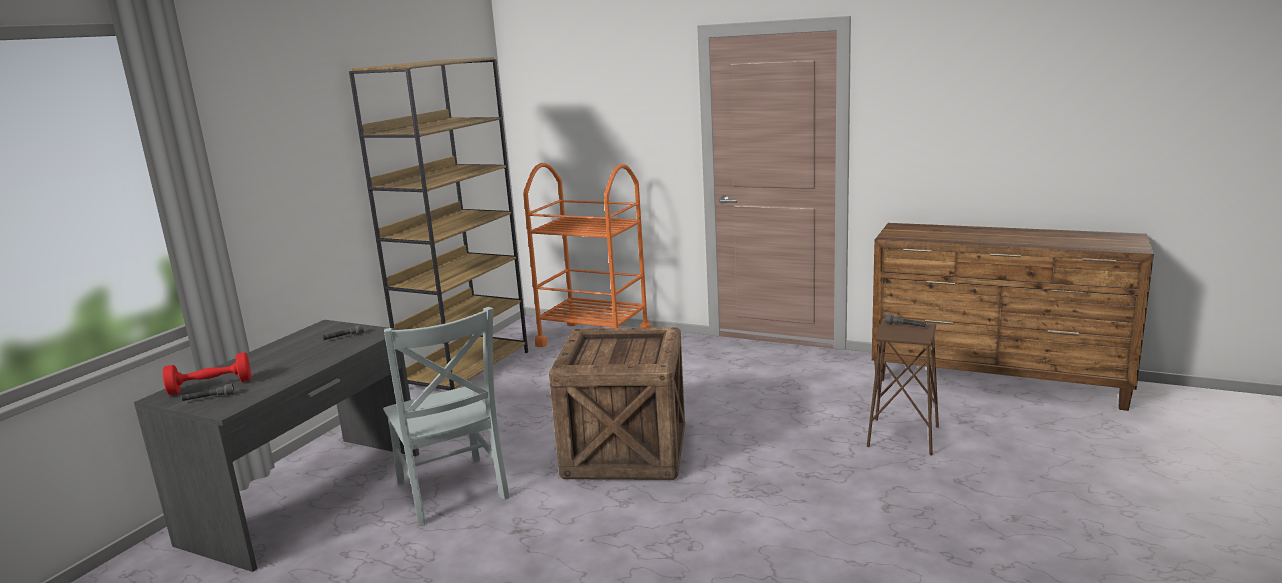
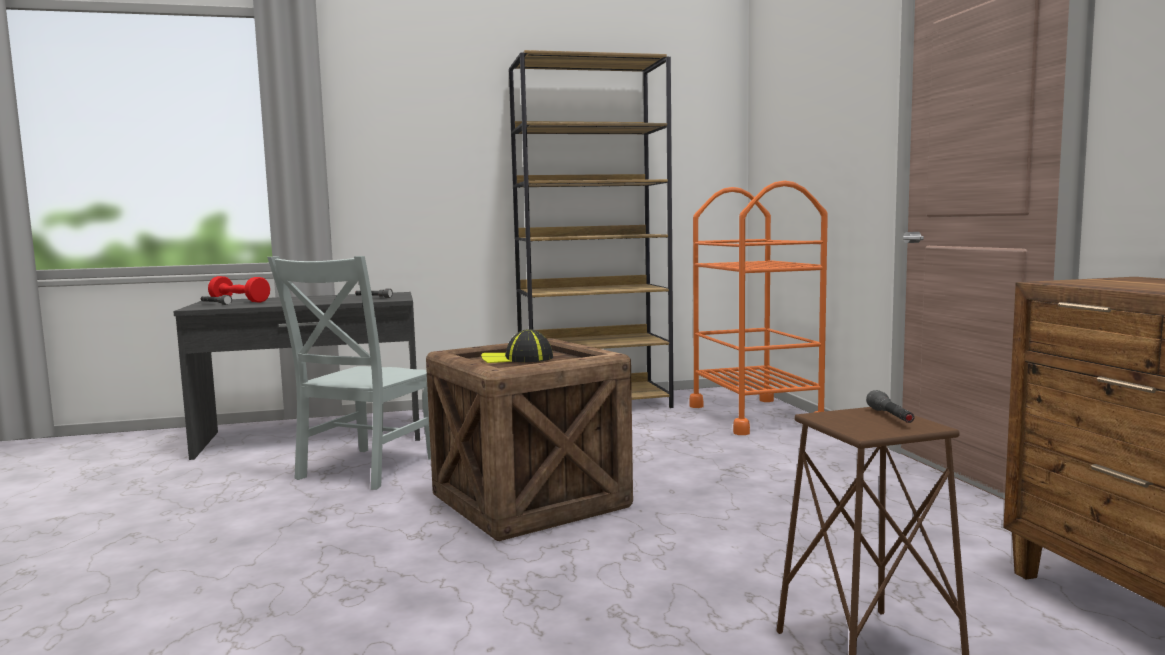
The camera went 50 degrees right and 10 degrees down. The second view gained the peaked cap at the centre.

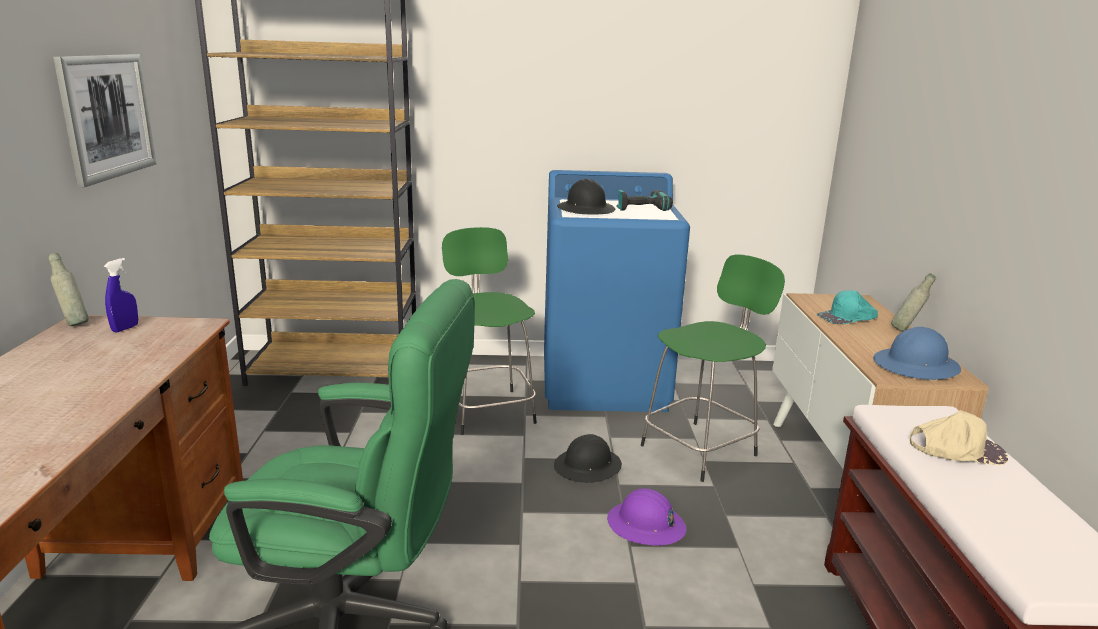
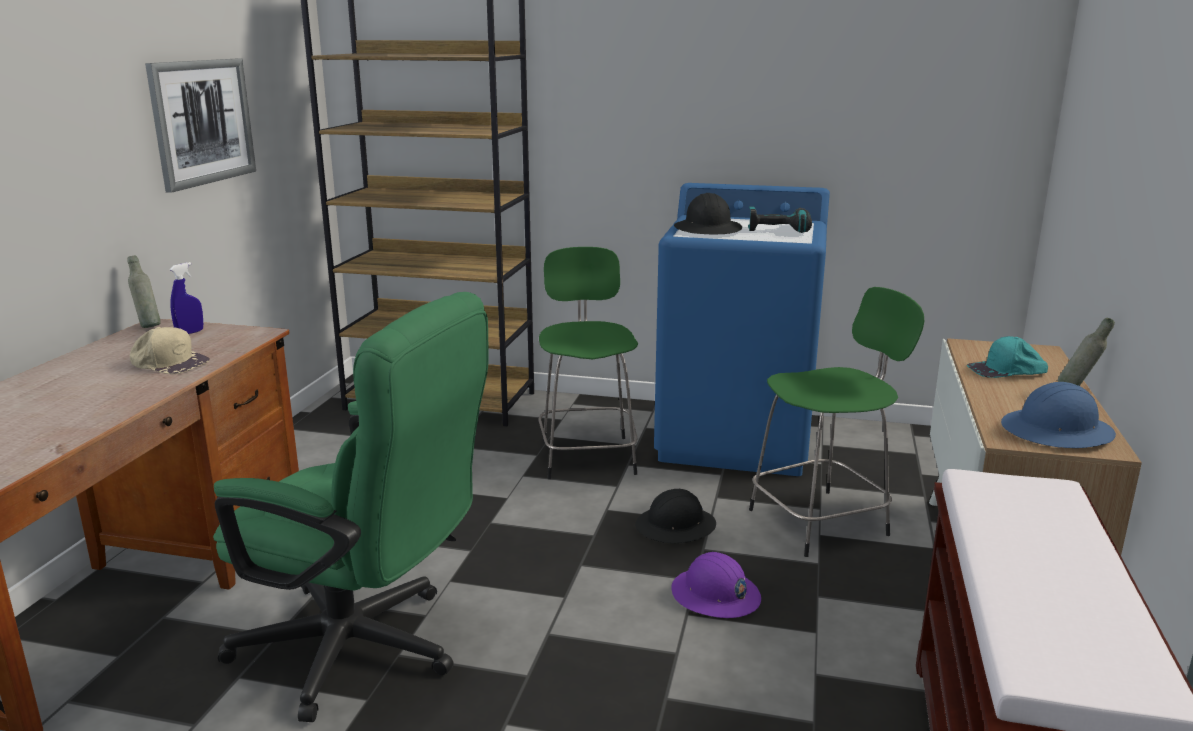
The camera went 15 degrees right and 0 degrees up. The peaked cap (beige-coloured) ended up elsewhere, having gone from the bottom right to the middle left.

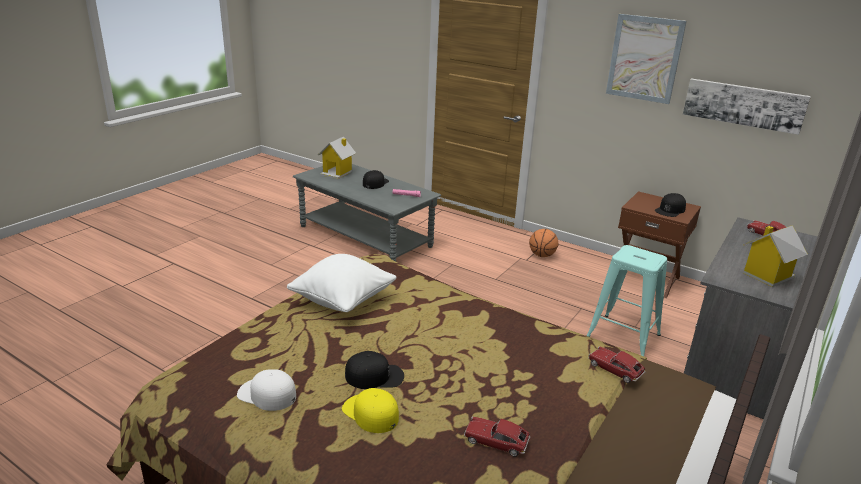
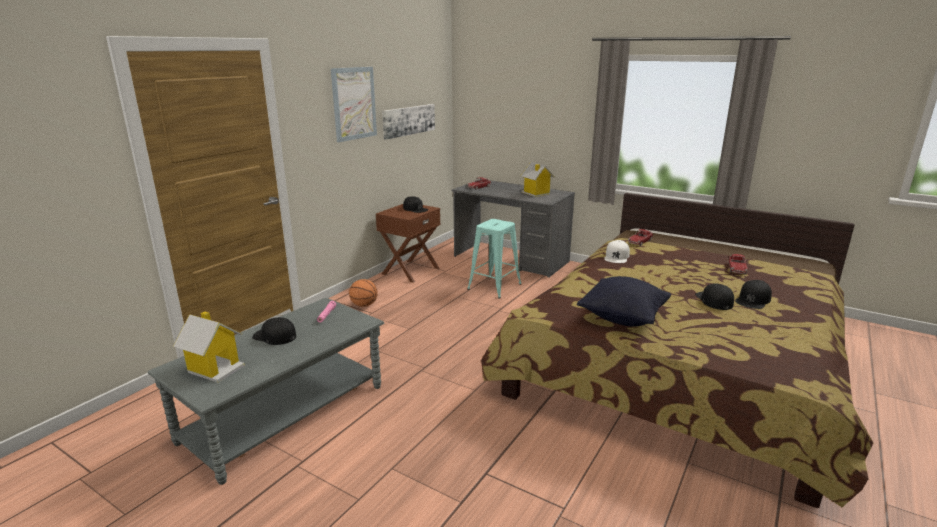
The camera went 90 degrees left and 5 degrees down. What was the cushion (whitish) at the centre turned into the cushion (black-coloured) at the centre. The peaked cap (whitish) ended up elsewhere, having gone from the bottom left to the centre. What was the peaked cap (yellowish) at the bottom centre turned into the peaked cap (black-coloured) (no. 4 from left) at the middle right.

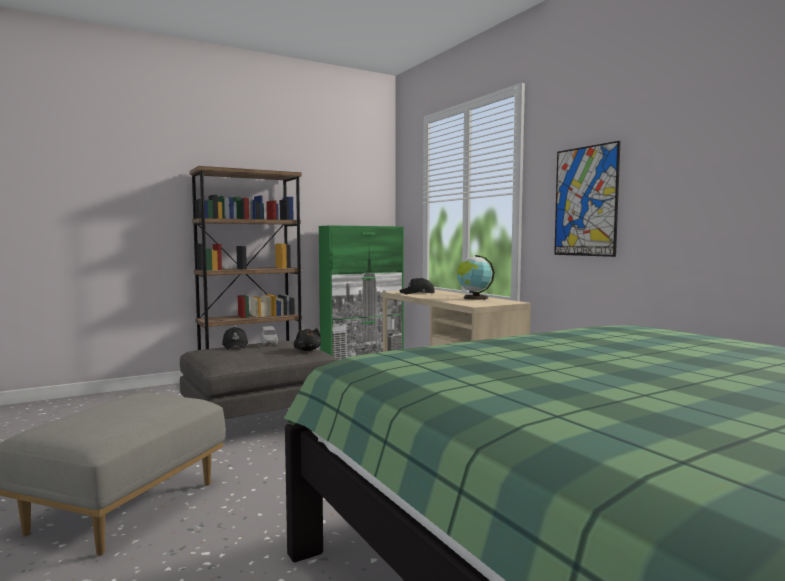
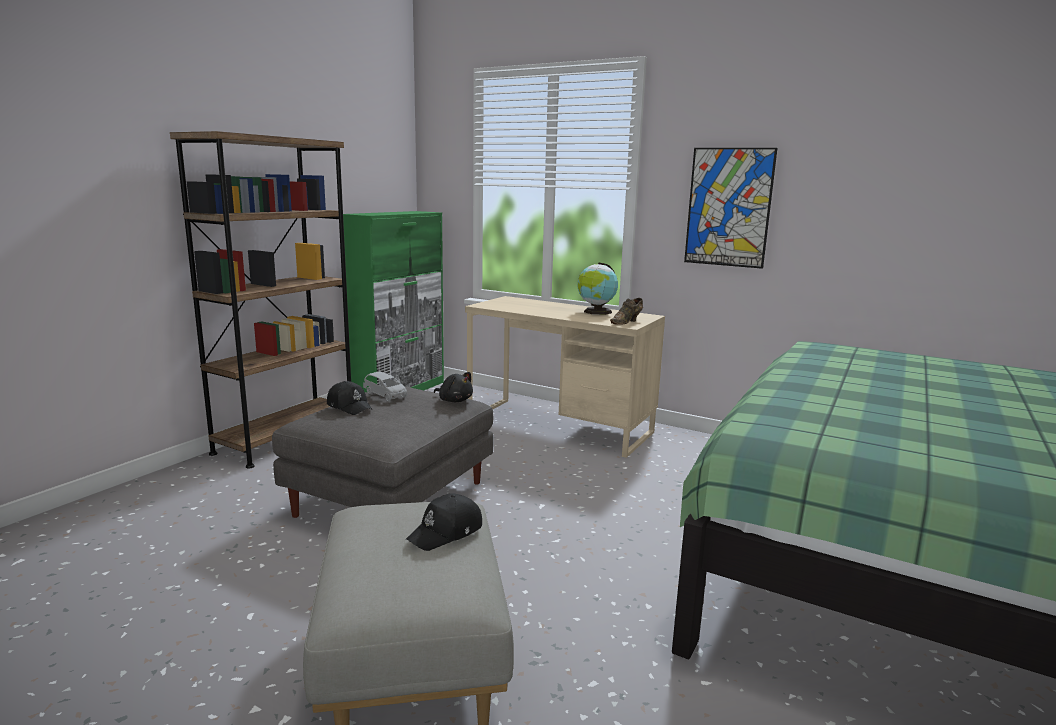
The camera went 30 degrees left and 10 degrees up. The peaked cap (black-coloured) (no. 2 from left) ended up elsewhere, having gone from the centre to the bottom centre. The second view gained the shoe (brown) at the centre.

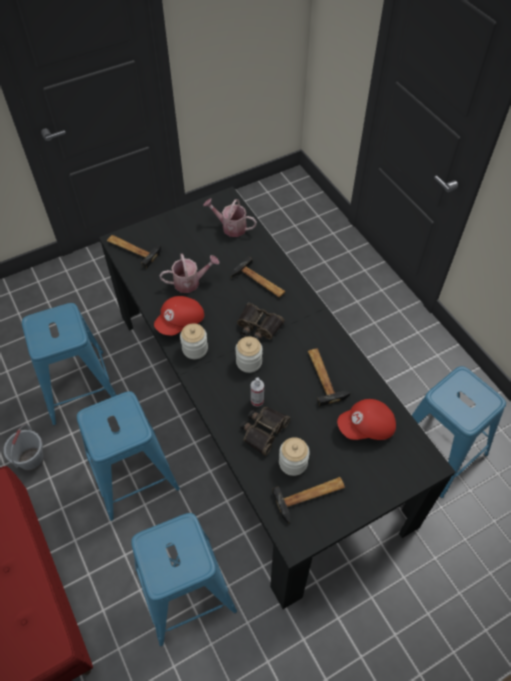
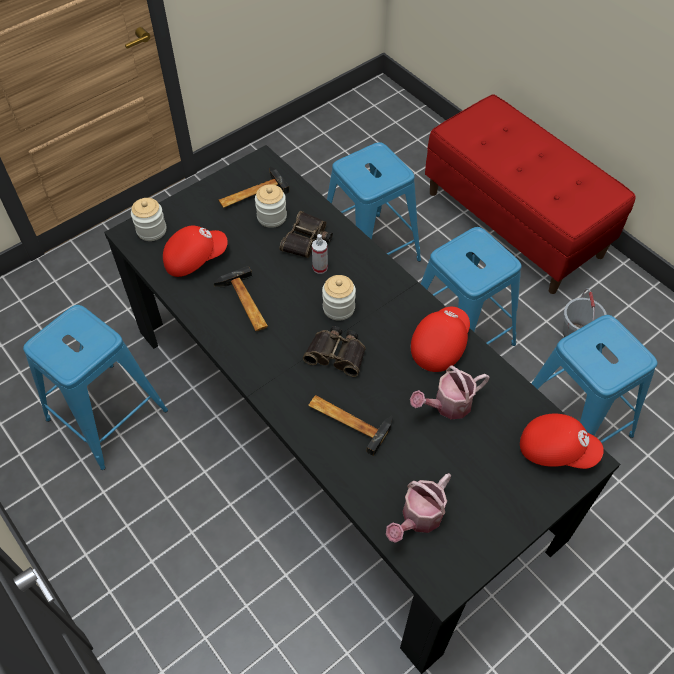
The camera went 170 degrees right and 0 degrees up. The preserve jar (no. 1 from left) ended up elsewhere, having gone from the centre to the top left. The watering pot (no. 2 from left in the first image) at the top centre ended up facing another way, 120 degrees clockwise from before. Where the hand hammer (no. 1 from left) stood at the middle left, the peaked cap (red-coloured) (no. 3 from left) came to stand at the middle right.

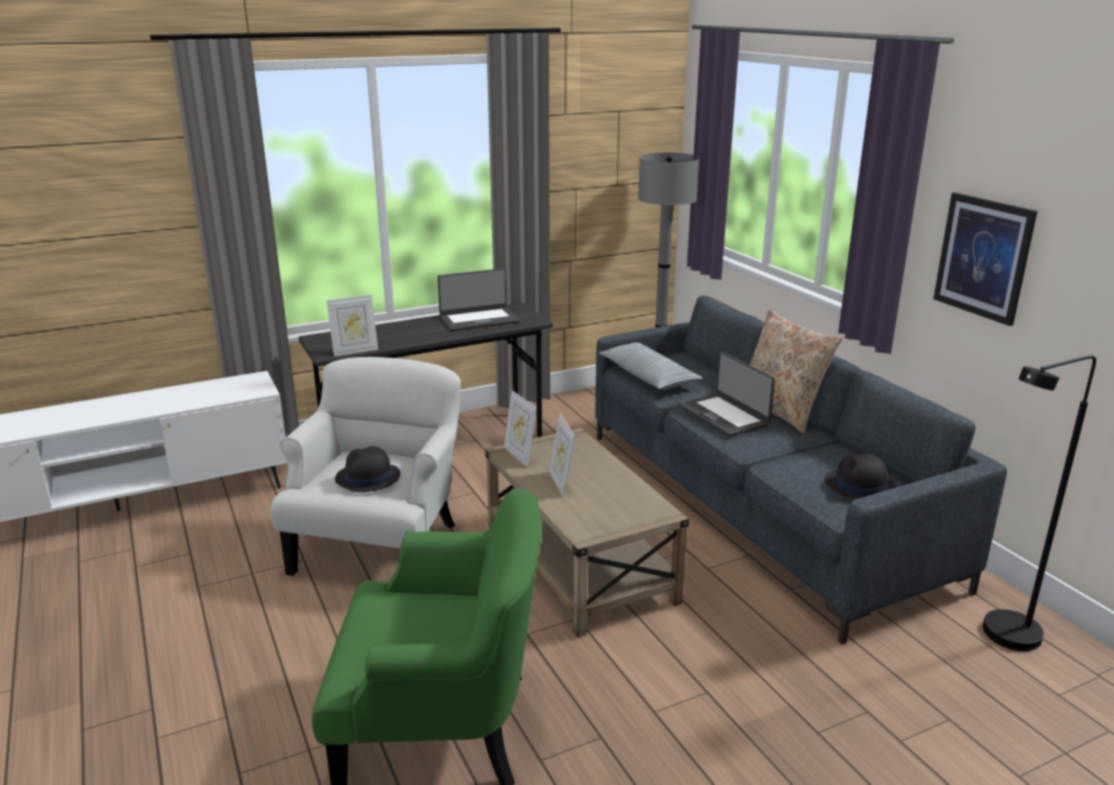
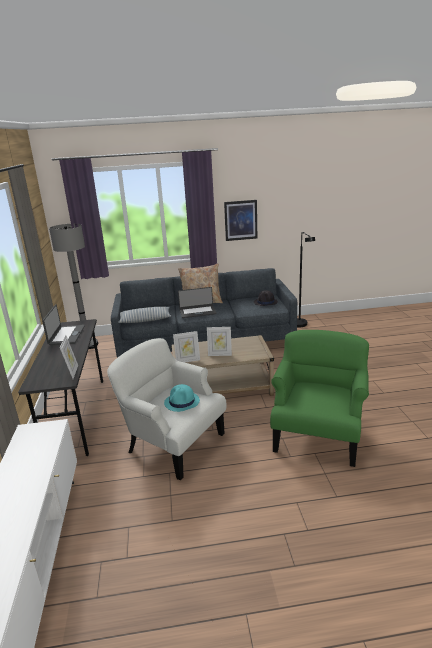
The camera went 70 degrees left and 0 degrees up. What was the clothing hat (black-coloured) (no. 1 from left) at the middle left turned into the clothing hat (turquoise-coloured) at the centre.

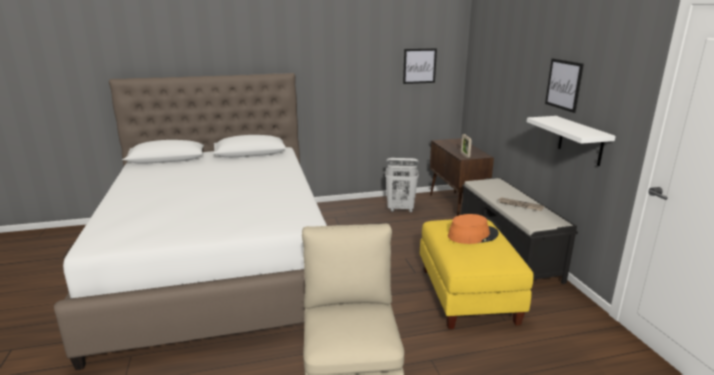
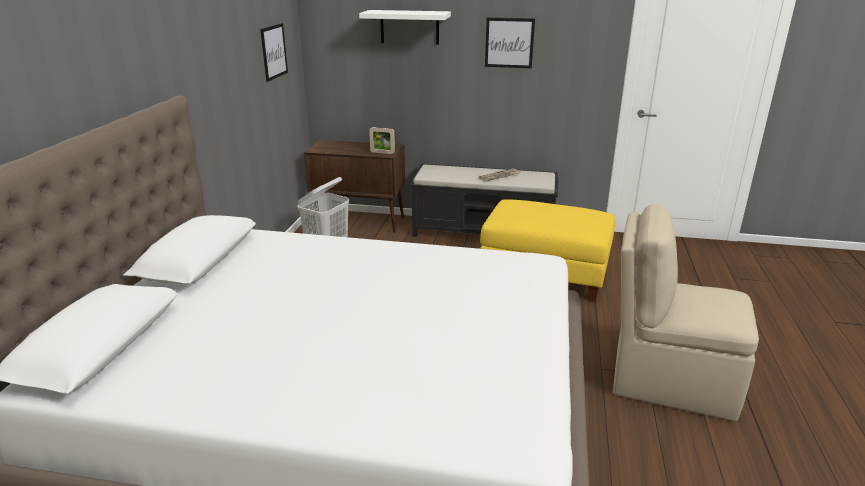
The camera went 65 degrees left and 5 degrees up. The shelf (whitish) ended up elsewhere, having gone from the middle right to the top centre. The second view lost the clothing hat (orangey) at the centre.

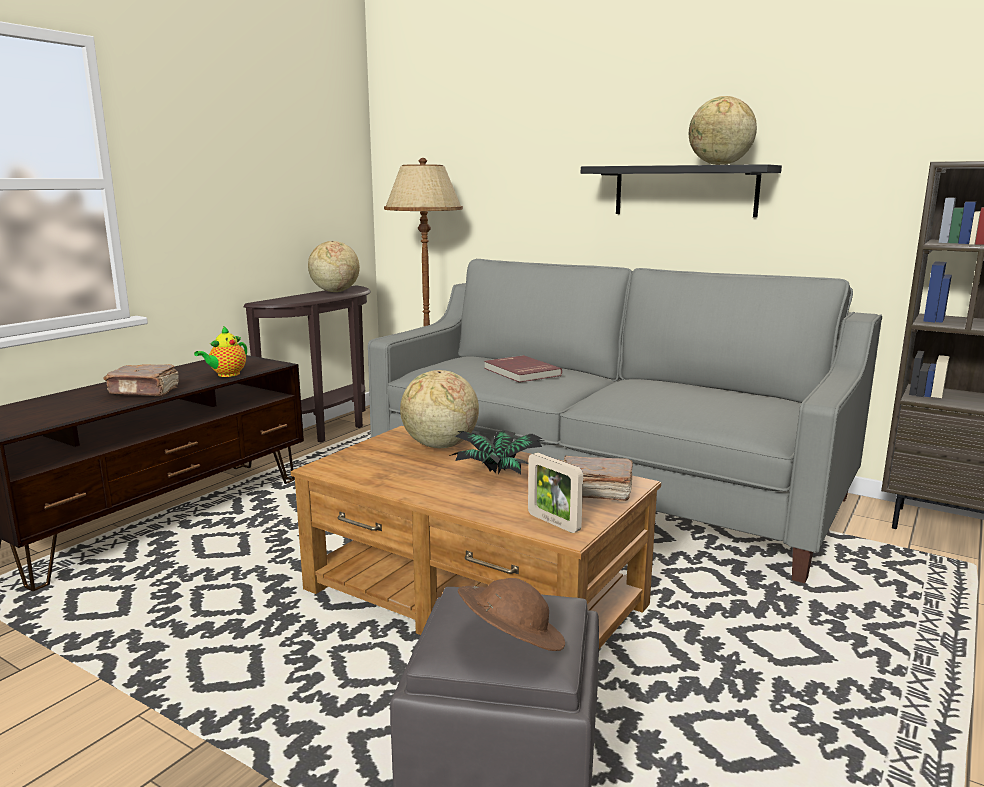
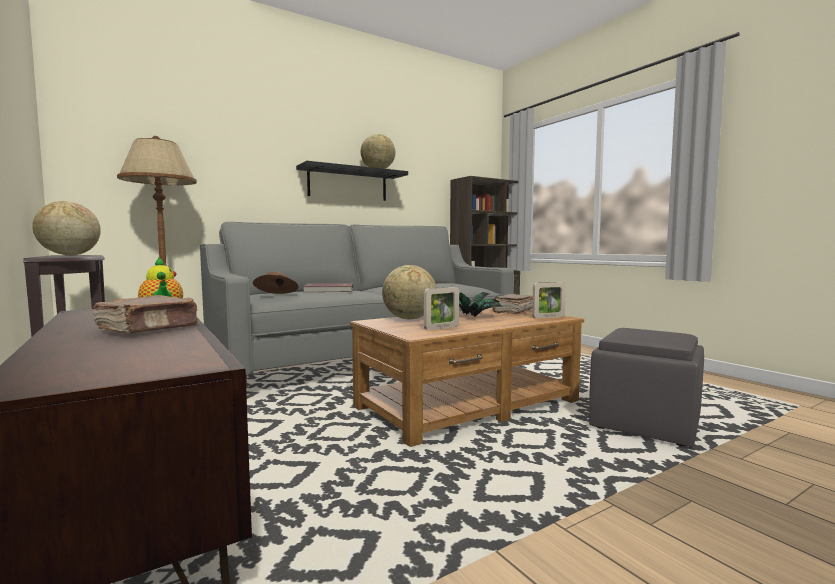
The camera went 65 degrees left and 10 degrees down. The clothing hat (brown) ended up elsewhere, having gone from the bottom centre to the middle left. The second view gained the standing frame (no. 1 from left) at the centre.

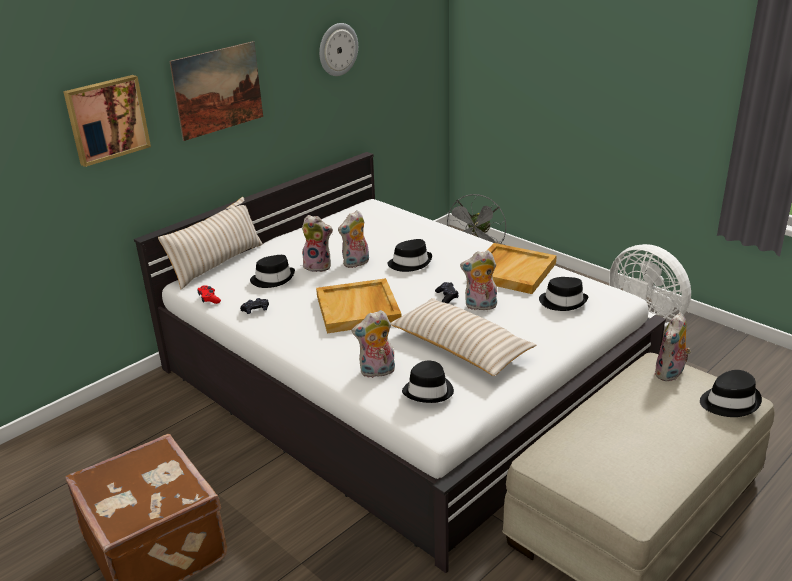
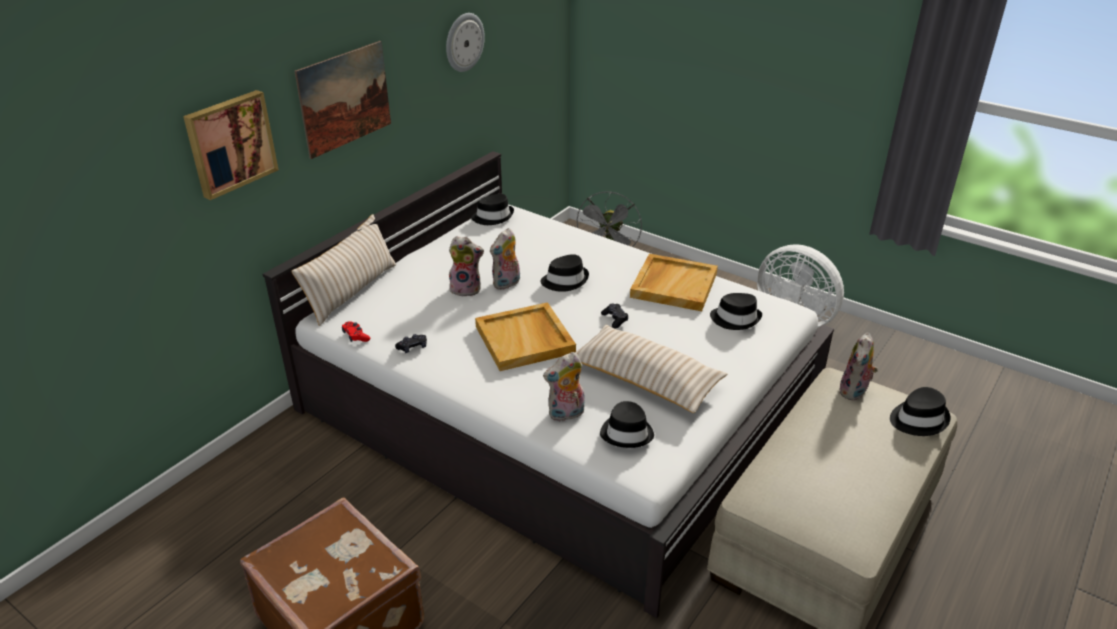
The camera went 10 degrees left and 5 degrees up. The clothing hat (black-coloured) (no. 1 from left) ended up elsewhere, having gone from the centre to the top centre. The second view lost the cuddly toy (no. 4 from left) at the centre.

